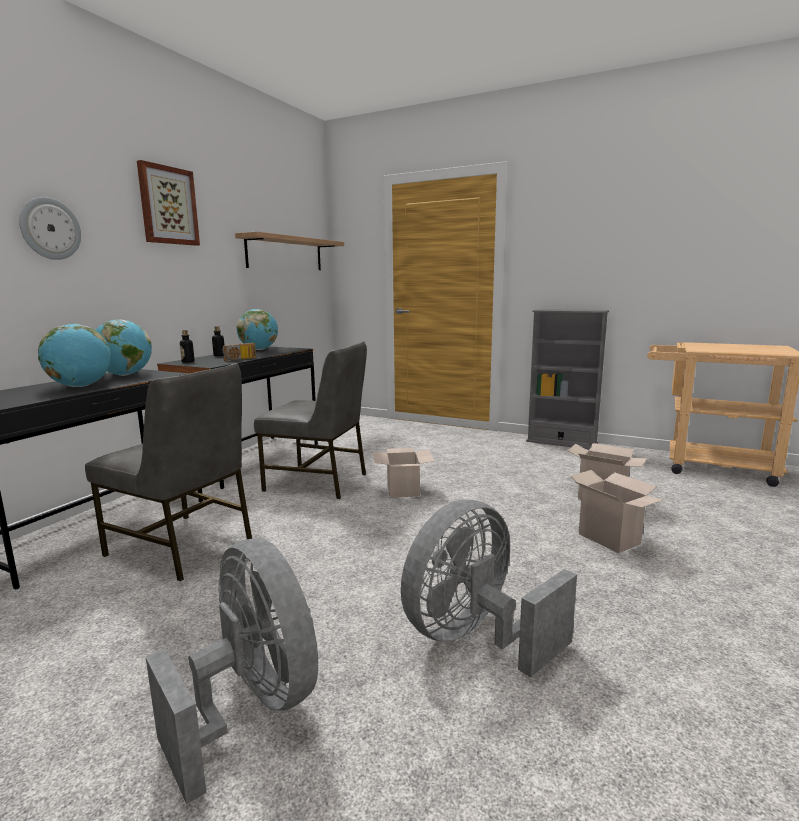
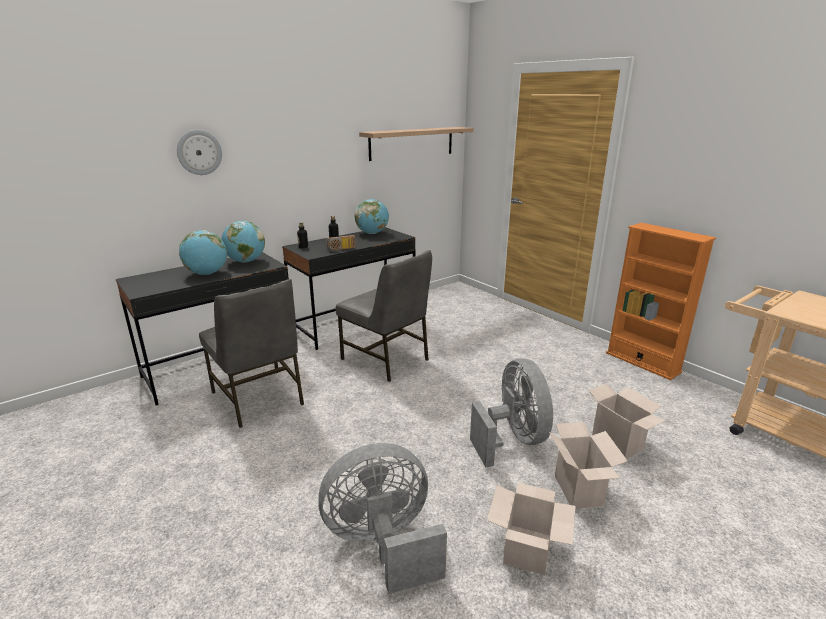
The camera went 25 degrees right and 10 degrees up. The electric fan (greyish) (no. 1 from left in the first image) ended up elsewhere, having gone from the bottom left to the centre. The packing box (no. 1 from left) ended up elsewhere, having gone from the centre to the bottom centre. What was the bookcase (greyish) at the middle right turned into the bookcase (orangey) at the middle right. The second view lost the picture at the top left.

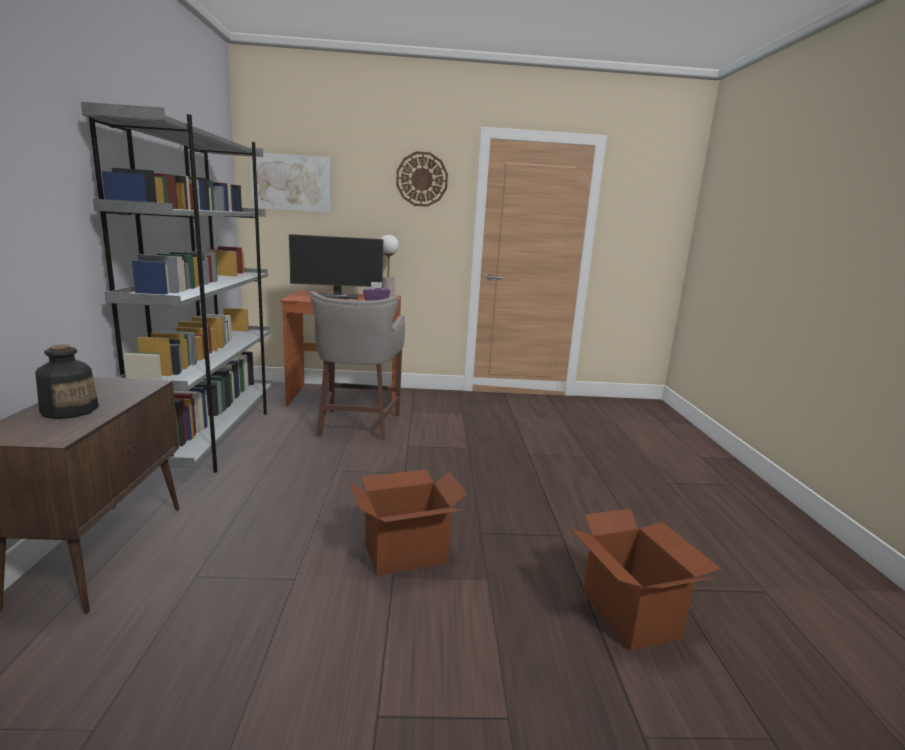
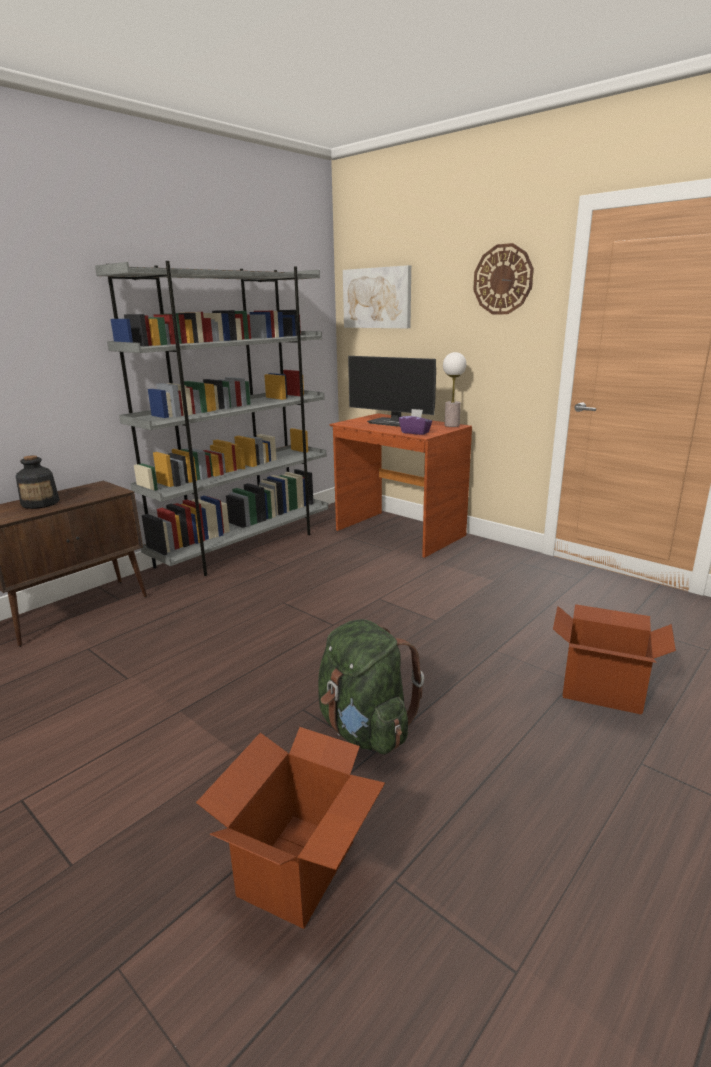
The camera went 45 degrees right and 5 degrees up. The second view gained the rucksack (green-coloured) at the centre. The packing box (no. 1 from left in the first image) ended up elsewhere, having gone from the bottom centre to the middle right. The second view lost the sitting stool (greyish) at the centre.

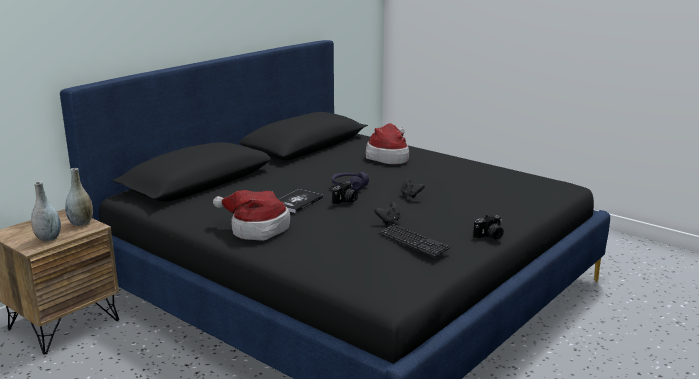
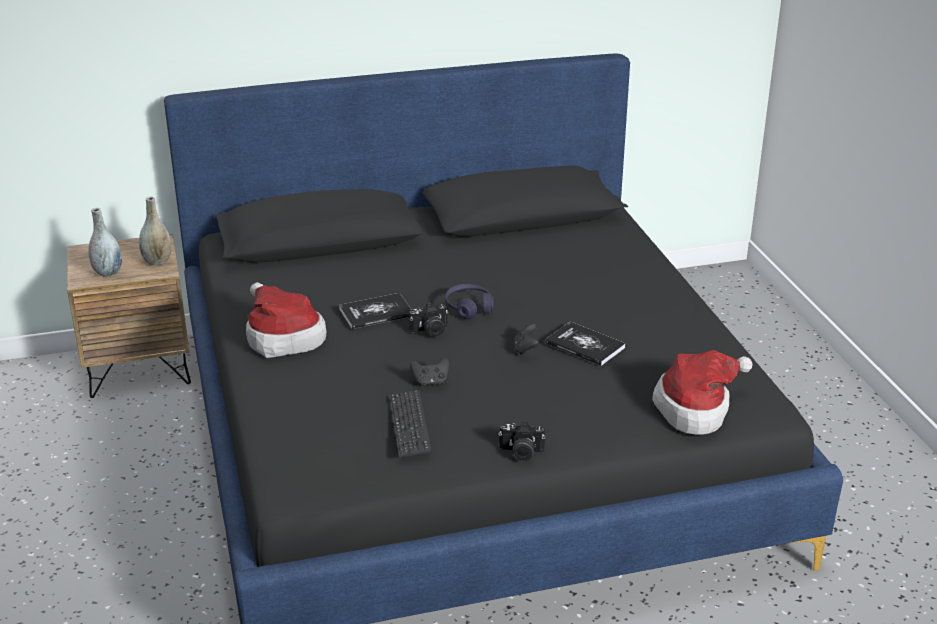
The camera went 35 degrees right and 10 degrees up. The second view gained the volume (no. 2 from left) at the centre. The clothing hat (no. 2 from left) ended up elsewhere, having gone from the centre to the middle right.

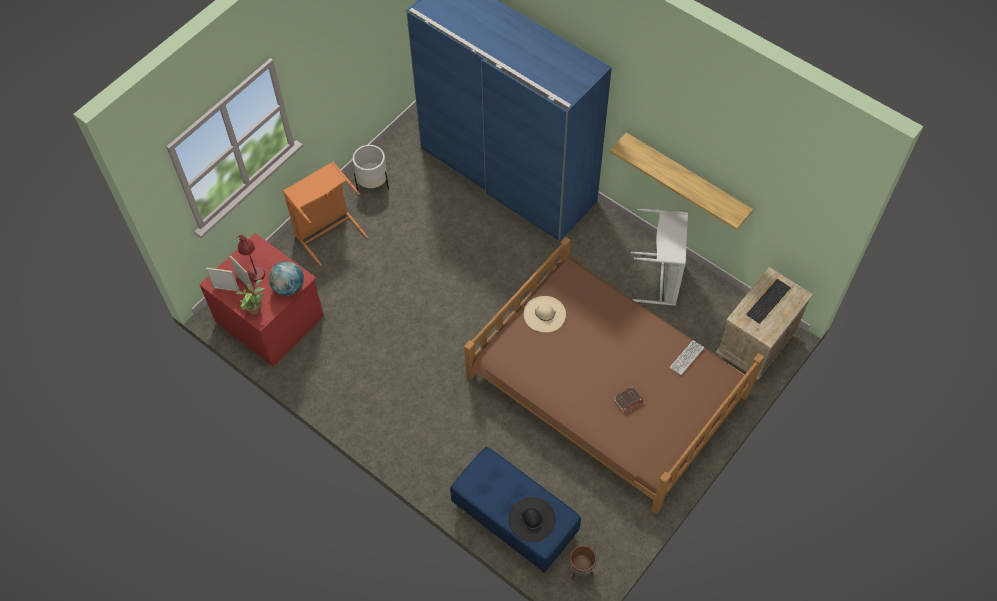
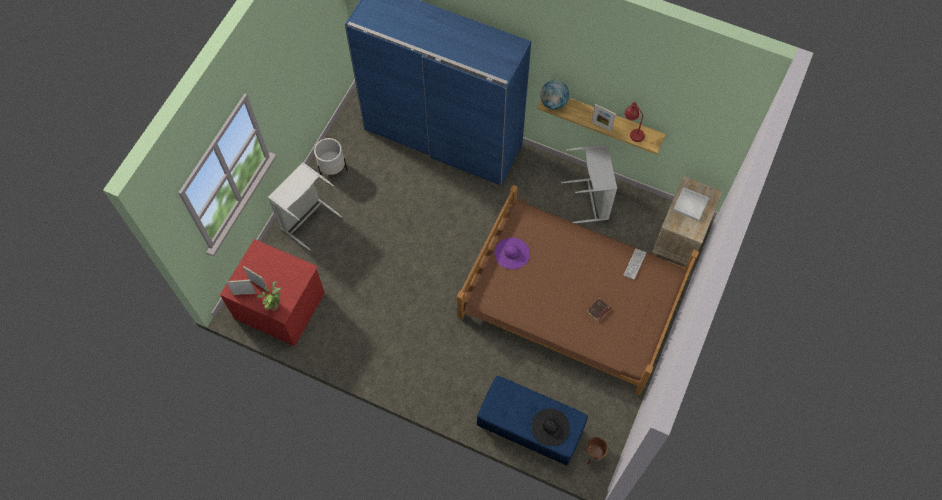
The camera went 15 degrees left and 5 degrees up. What was the laundry basket (orangey) at the middle left turned into the laundry basket (greyish) (no. 1 from left) at the middle left. What was the clothing hat (beige-coloured) at the centre turned into the clothing hat (purple-coloured) at the centre. The world globe ended up elsewhere, having gone from the middle left to the top centre. The second view gained the standing frame (no. 3 from left) at the top centre. The table lamp (red-coloured) ended up elsewhere, having gone from the middle left to the top right. Where the keyboard (no. 2 from left) stood at the middle right, the tray (whitish) came to stand at the middle right.

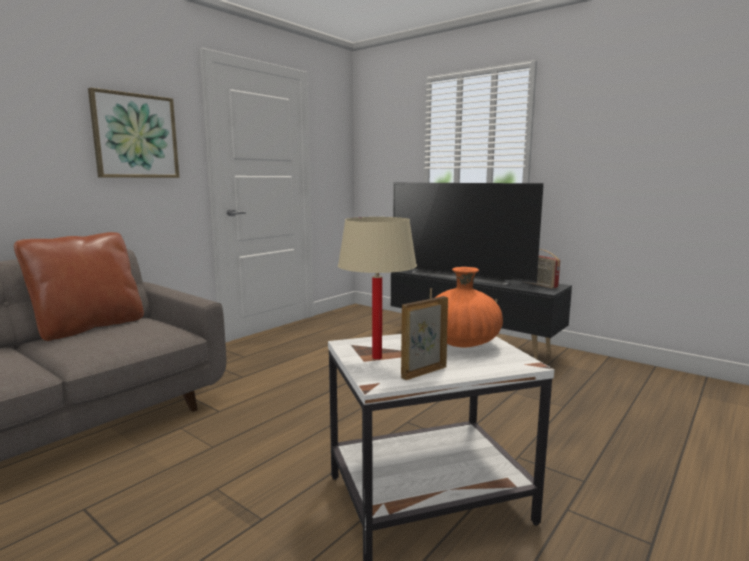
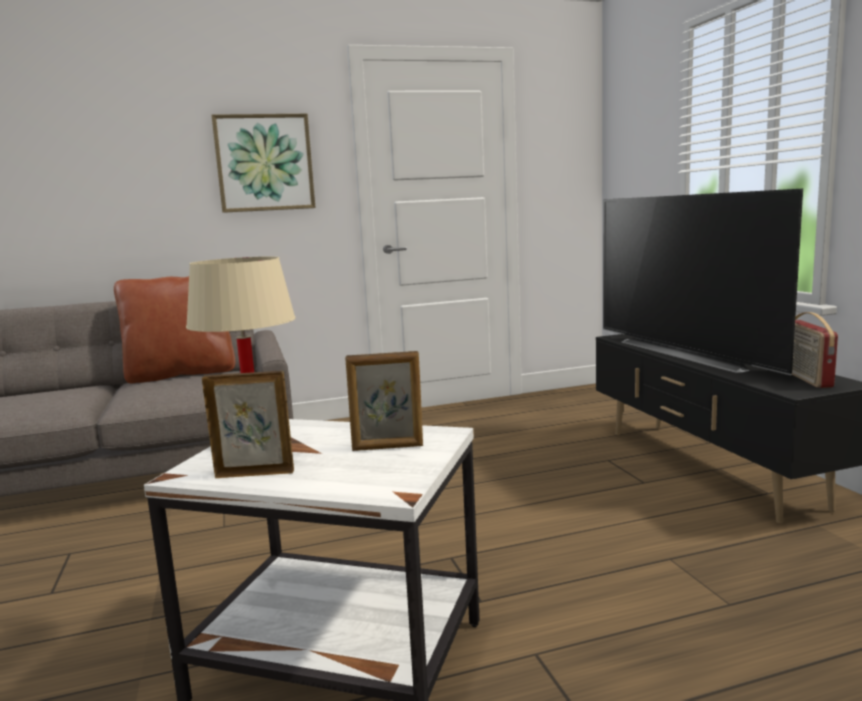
The camera went 35 degrees right and 0 degrees up. Where the flower vase (orangey) stood at the centre, the standing frame (no. 2 from left) came to stand at the centre.

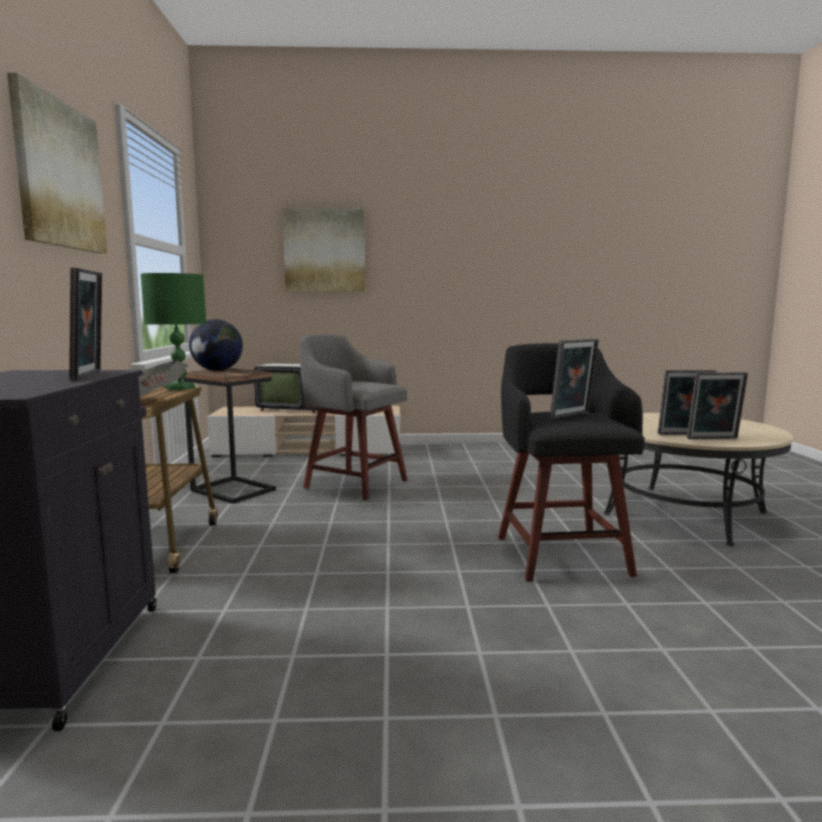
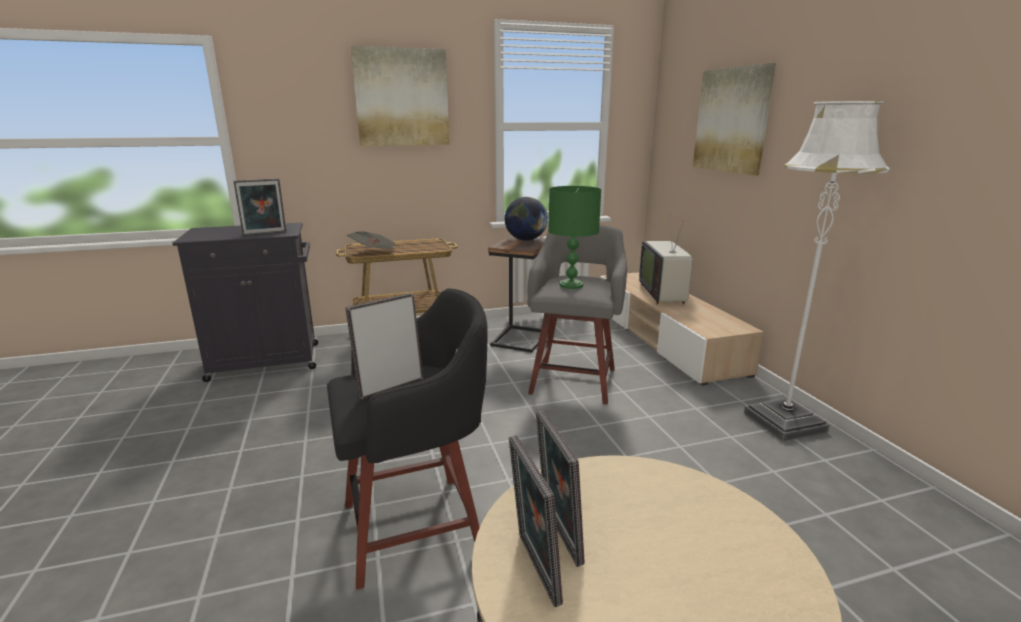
The camera went 75 degrees right and 10 degrees up. The standing frame (no. 2 from left) at the middle right ended up facing another way, 105 degrees clockwise from before. The table lamp (green-coloured) ended up elsewhere, having gone from the middle left to the centre. The second view gained the floor lamp (whitish) at the middle right.

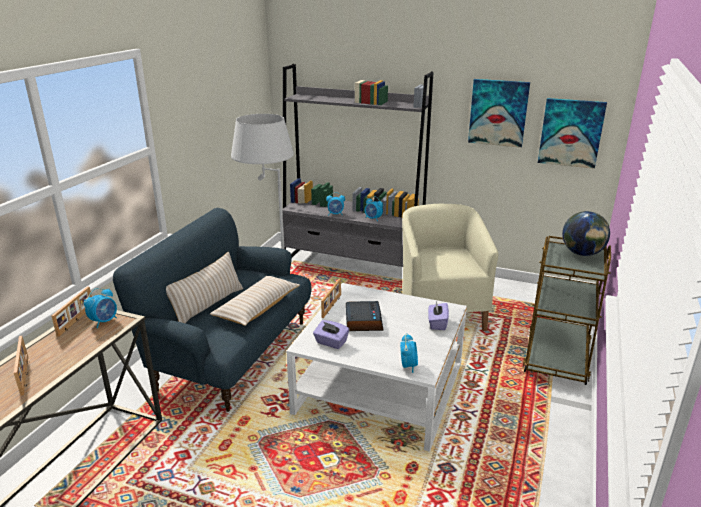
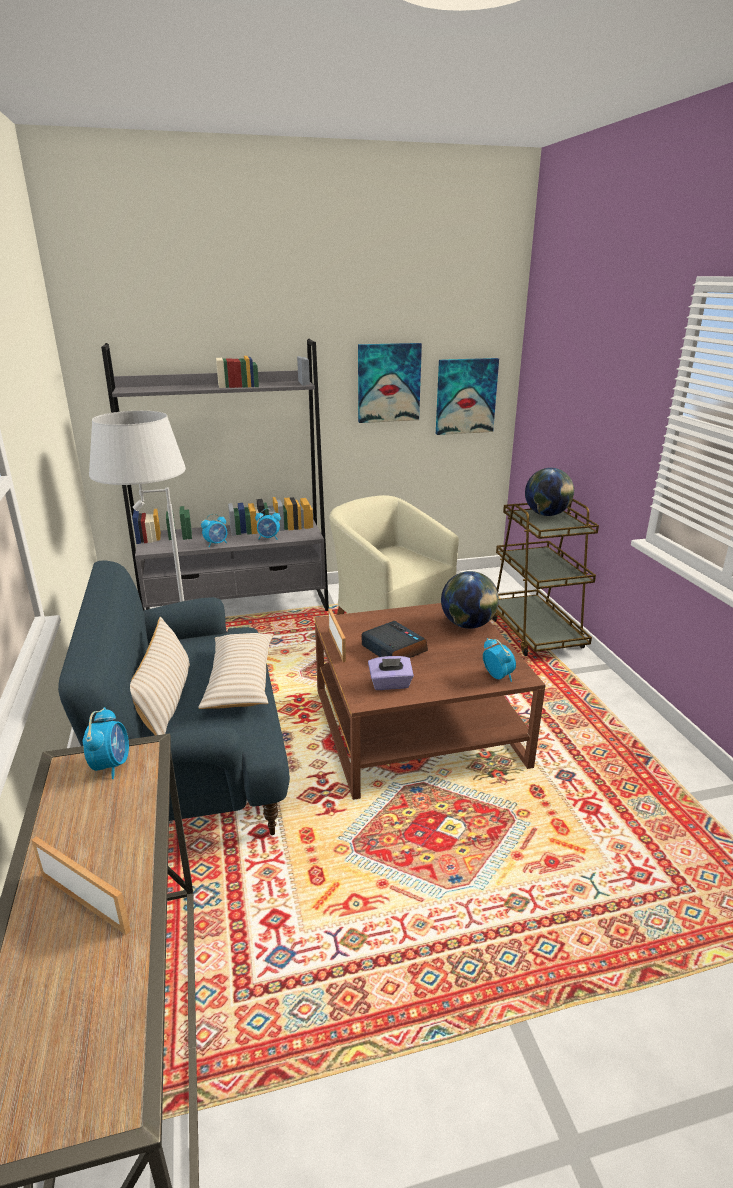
The camera went 35 degrees left and 0 degrees up. What was the low table (whitish) at the bottom centre turned into the low table (brown) at the centre. Where the tissue box (purple-coloured) (no. 2 from left) stood at the centre, the world globe (no. 1 from left) came to stand at the centre. The second view lost the standing frame (no. 2 from left) at the middle left.

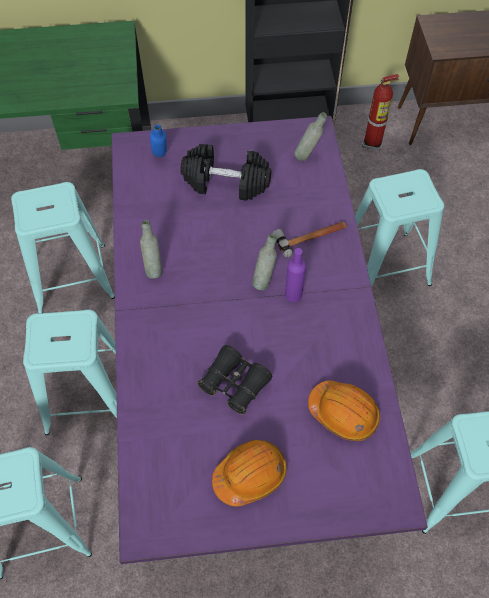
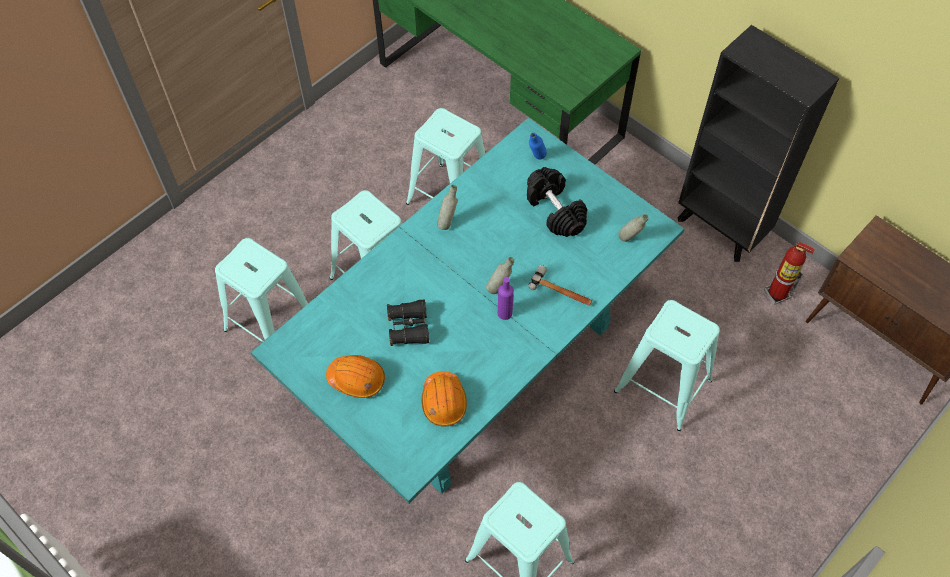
The camera went 50 degrees right and 0 degrees up. What was the dinner table (purple-coloured) at the centre turned into the dinner table (turquoise-coloured) at the centre.

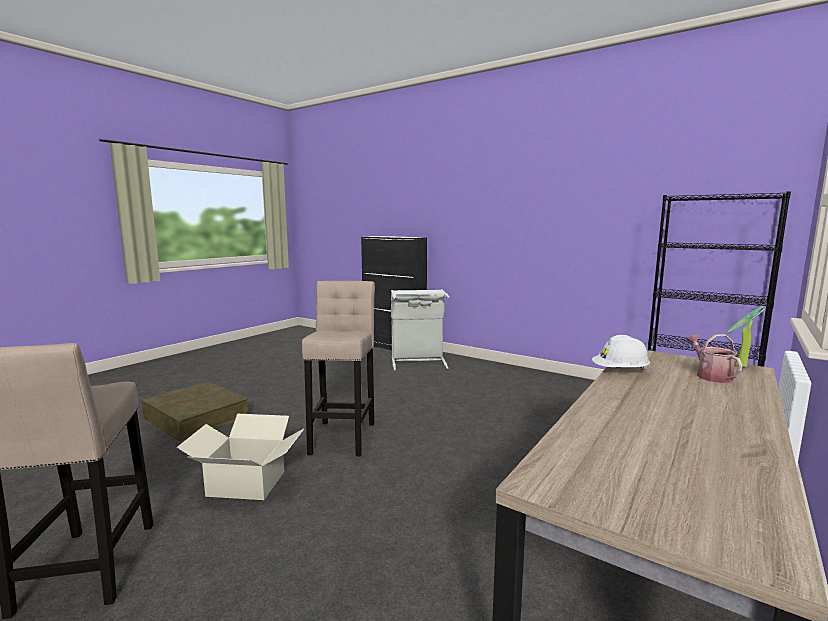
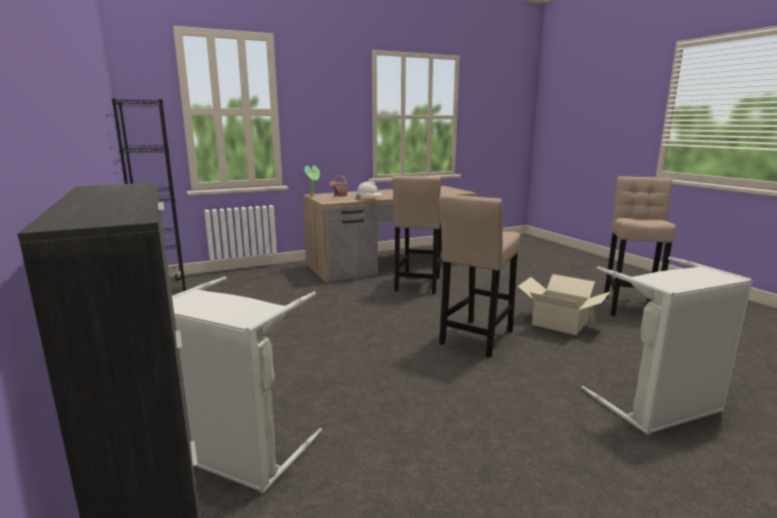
The camera went 150 degrees left and 5 degrees up. The second view gained the sitting stool (beige-coloured) (no. 1 from left) at the centre. Where the storage box (brown) stood at the middle left, the laundry basket (greyish) (no. 2 from left) came to stand at the bottom right.

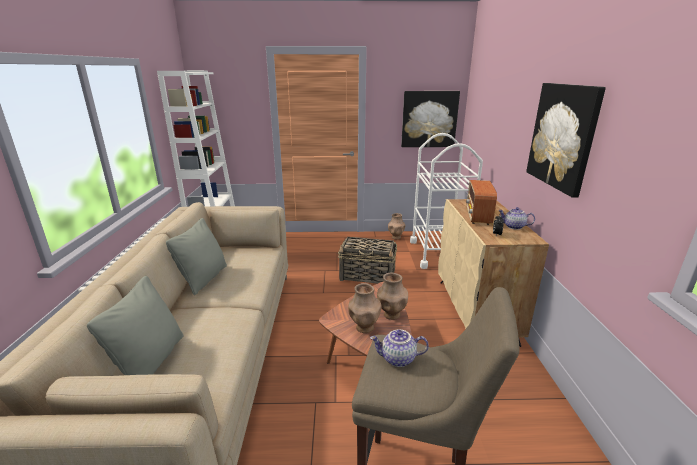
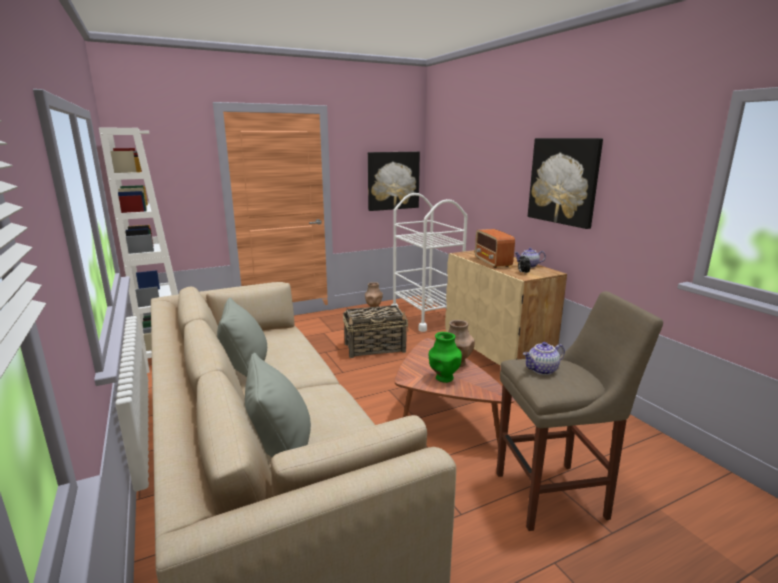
The camera went 25 degrees left and 5 degrees down. What was the flower vase (brown) (no. 1 from left) at the centre turned into the flower vase (green-coloured) at the centre.

